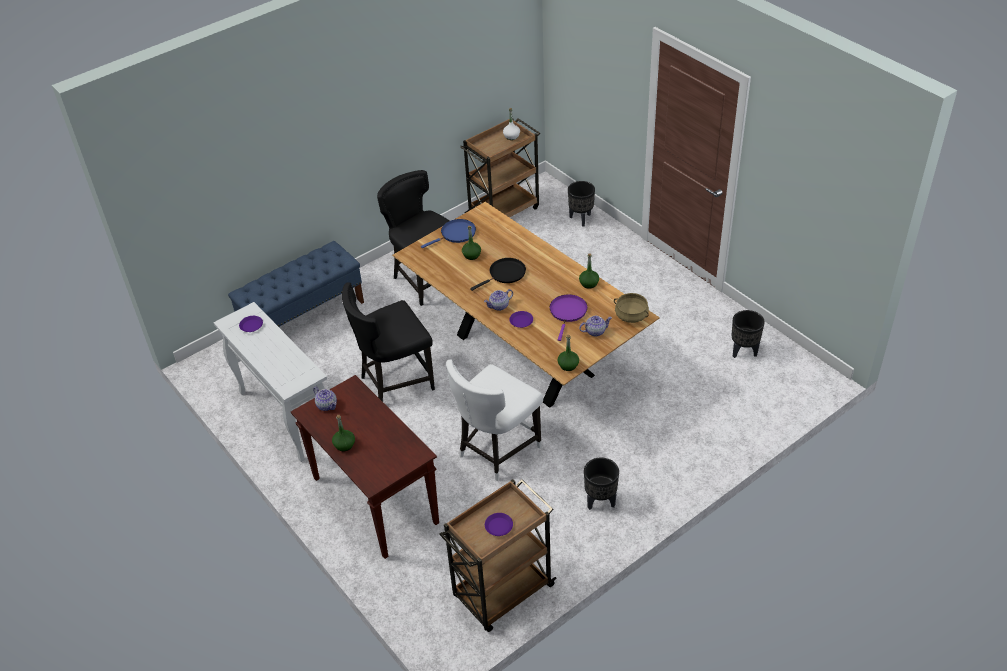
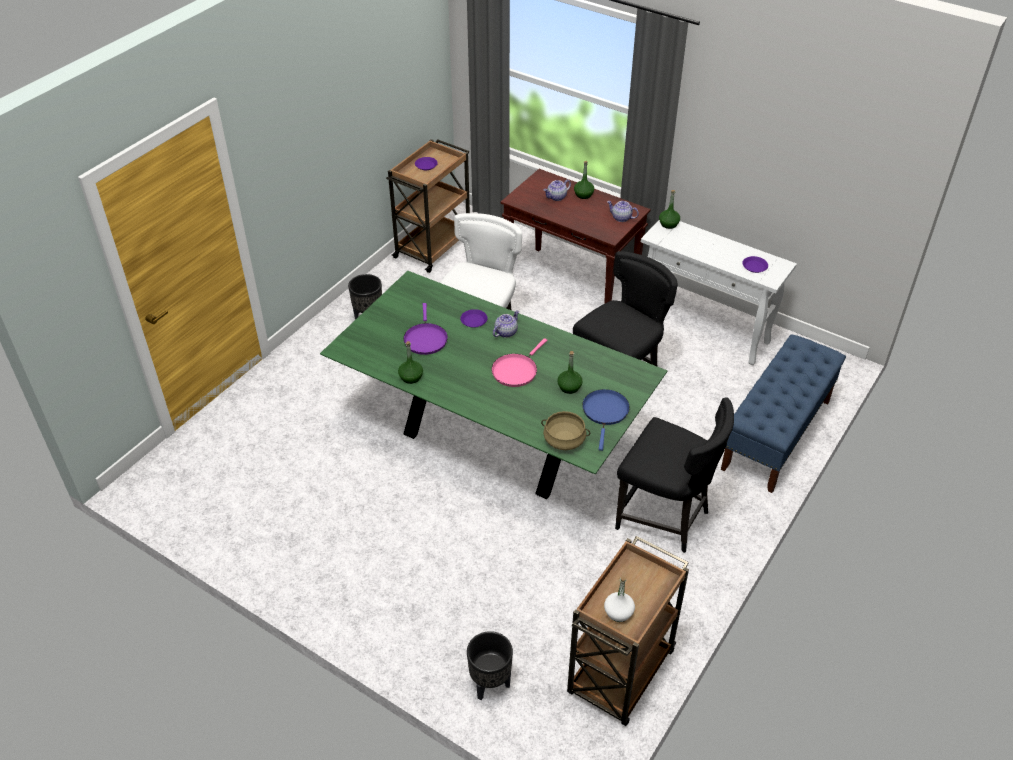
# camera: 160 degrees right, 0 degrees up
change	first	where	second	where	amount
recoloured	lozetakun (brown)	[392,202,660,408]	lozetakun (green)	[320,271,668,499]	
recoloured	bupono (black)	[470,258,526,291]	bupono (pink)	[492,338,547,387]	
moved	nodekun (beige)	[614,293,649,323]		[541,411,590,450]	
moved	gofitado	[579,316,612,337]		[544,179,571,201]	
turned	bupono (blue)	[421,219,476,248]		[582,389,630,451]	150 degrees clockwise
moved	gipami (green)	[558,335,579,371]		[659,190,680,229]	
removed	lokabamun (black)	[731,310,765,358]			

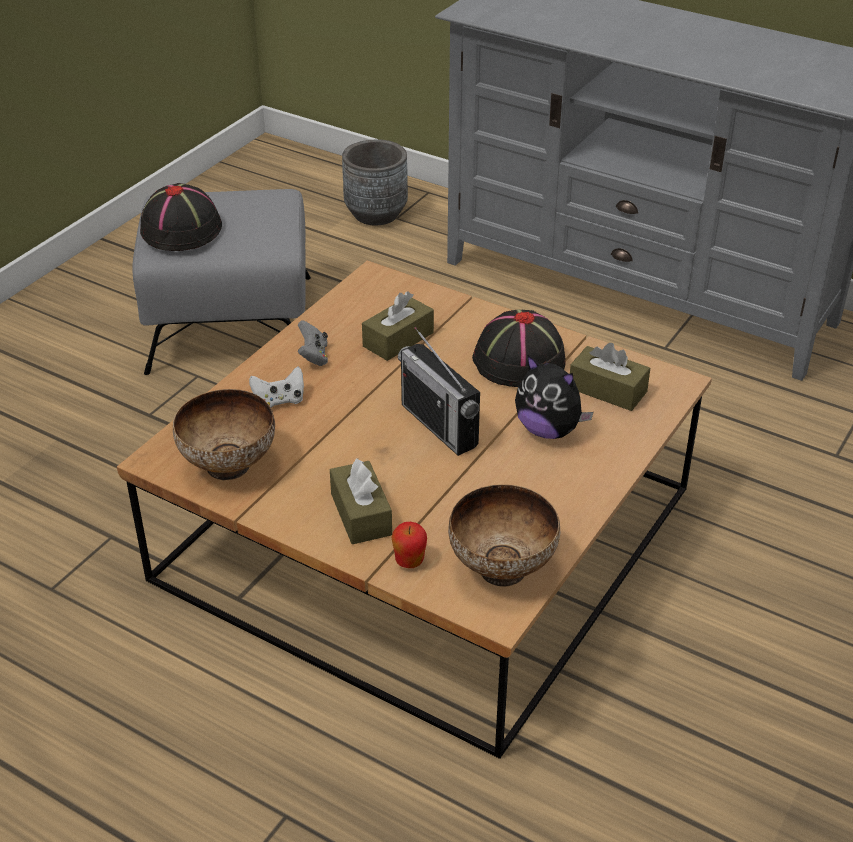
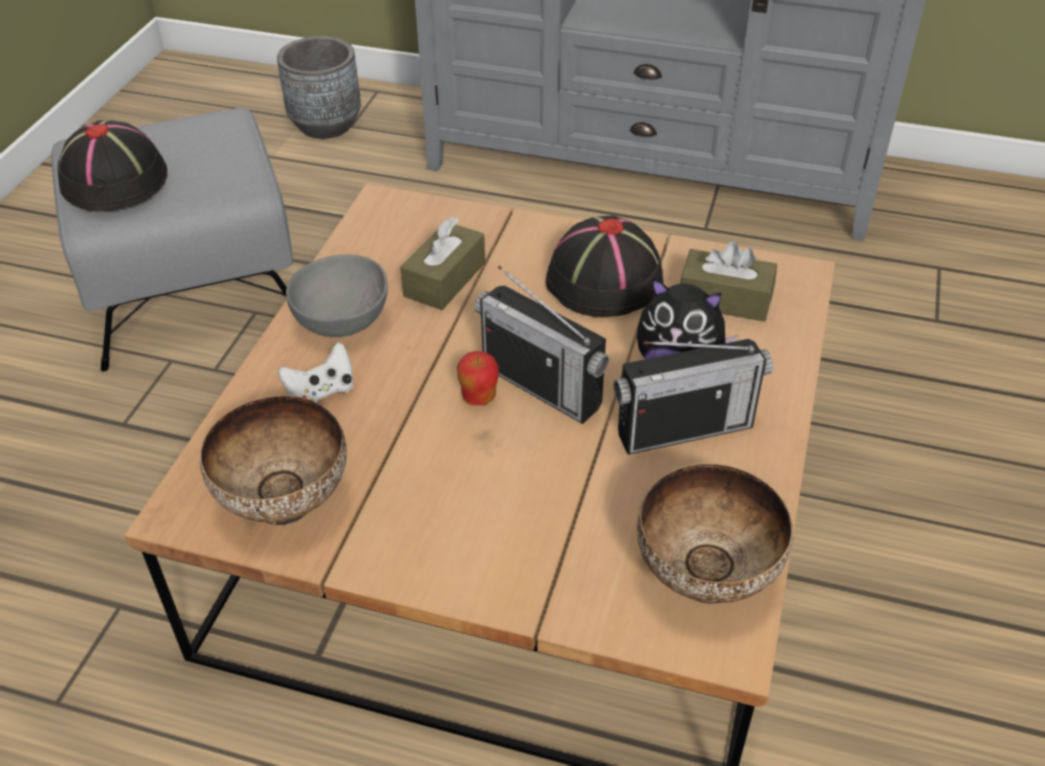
# camera: 15 degrees left, 5 degrees up
change	first	where	second	where	amount
replaced	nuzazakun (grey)	[298,321,328,366]	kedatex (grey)	[286,255,388,337]	
moved	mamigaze	[392,522,427,568]		[457,351,499,406]	
added			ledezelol	[614,339,773,455]	
removed	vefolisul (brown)	[330,458,392,544]			

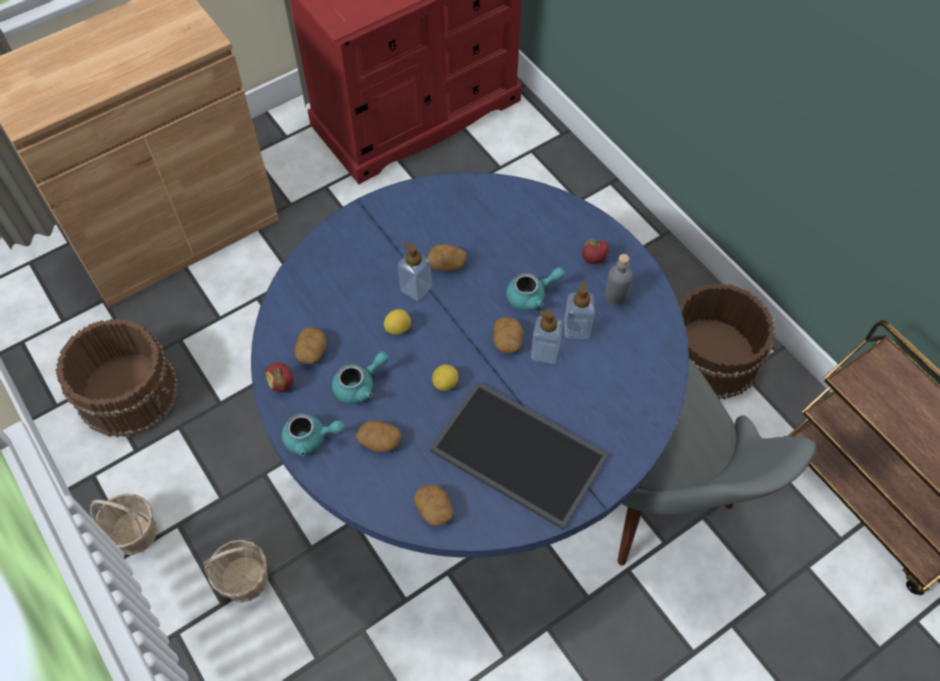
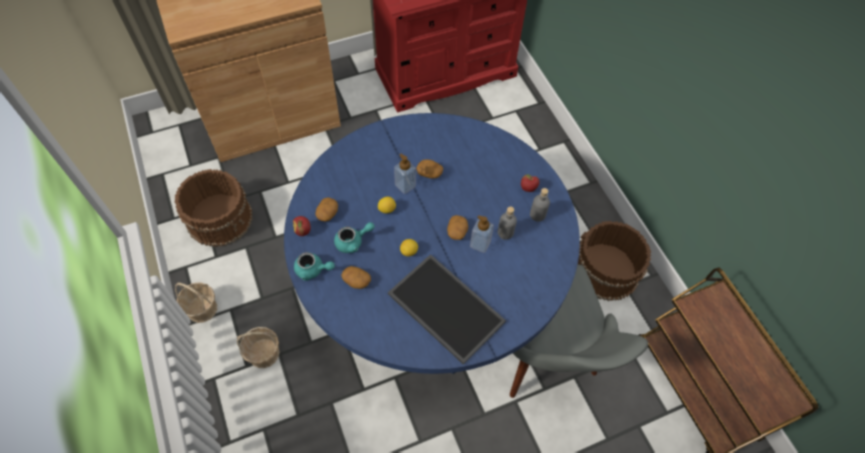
# camera: 10 degrees right, 0 degrees up
change	first	where	second	where	amount
replaced	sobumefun	[564,281,595,339]	gipami (grey)	[498,206,517,240]	
removed	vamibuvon	[414,485,453,526]			
removed	gofitado (turquoise)	[506,267,565,311]			

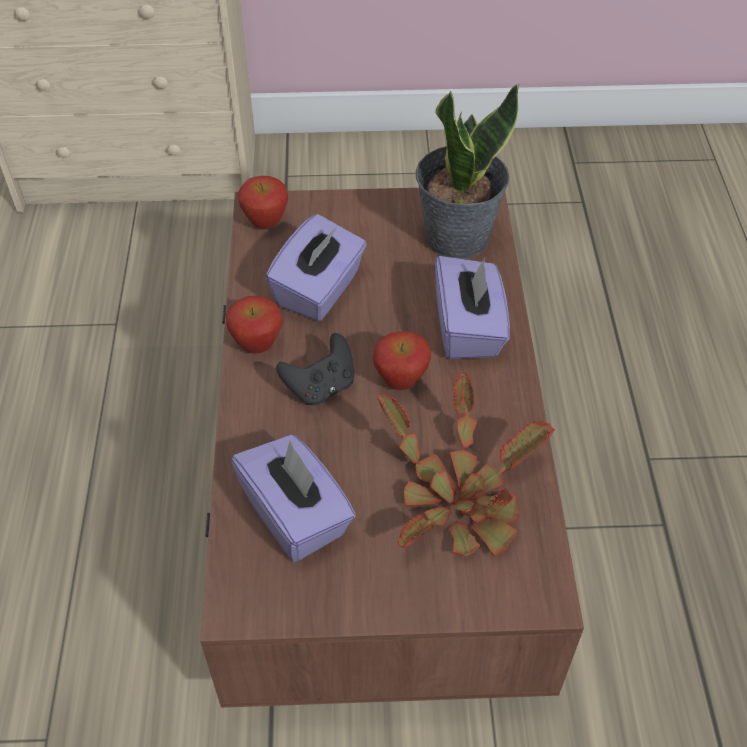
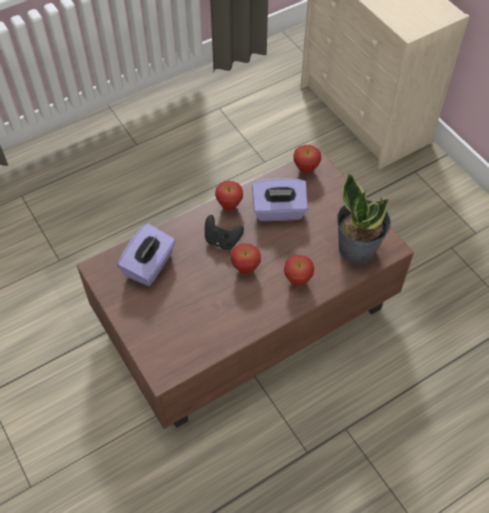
# camera: 60 degrees right, 5 degrees up
change	first	where	second	where	amount
replaced	vefolisul (purple)	[435,256,510,359]	mamigaze	[284,255,314,286]	
removed	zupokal	[377,373,555,557]			

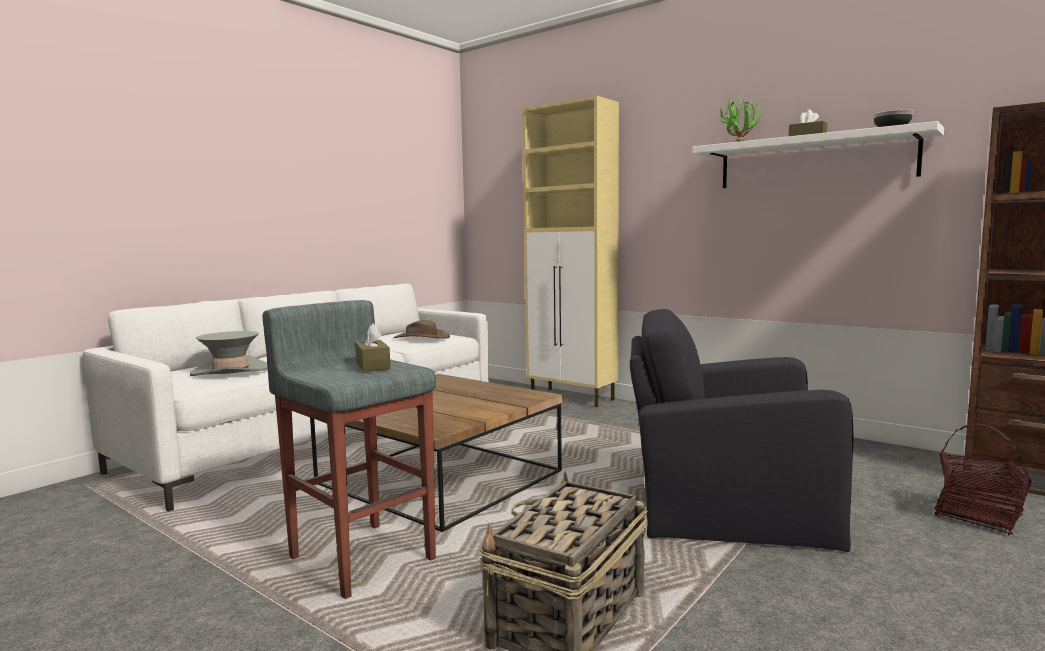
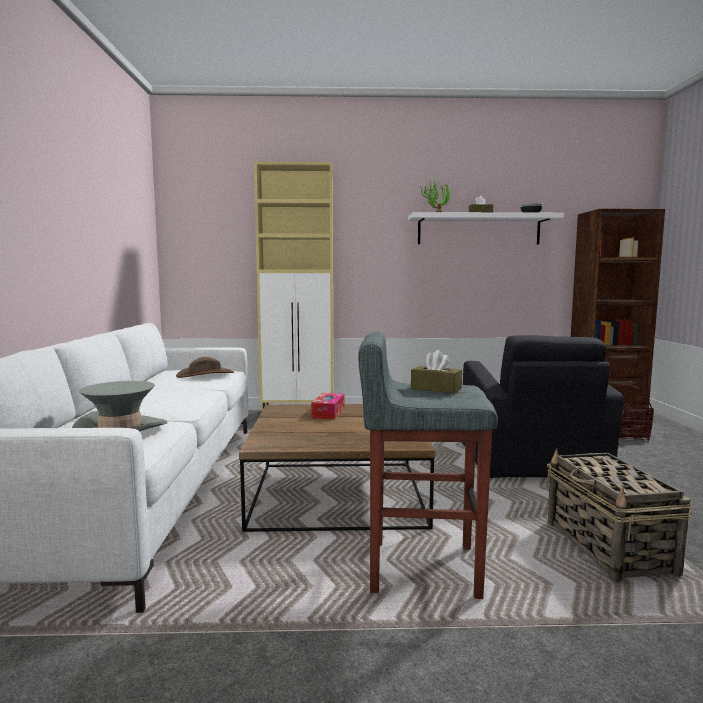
# camera: 40 degrees left, 0 degrees up
change	first	where	second	where	amount
added			vefolisul	[311,393,345,419]	
turned	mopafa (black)	[630,309,853,552]		[462,335,624,478]	60 degrees counterclockwise

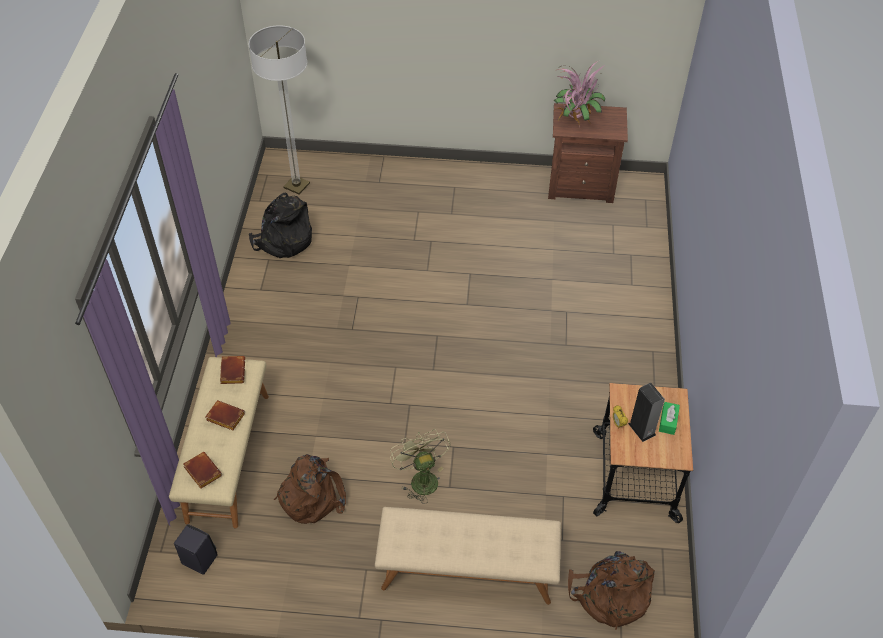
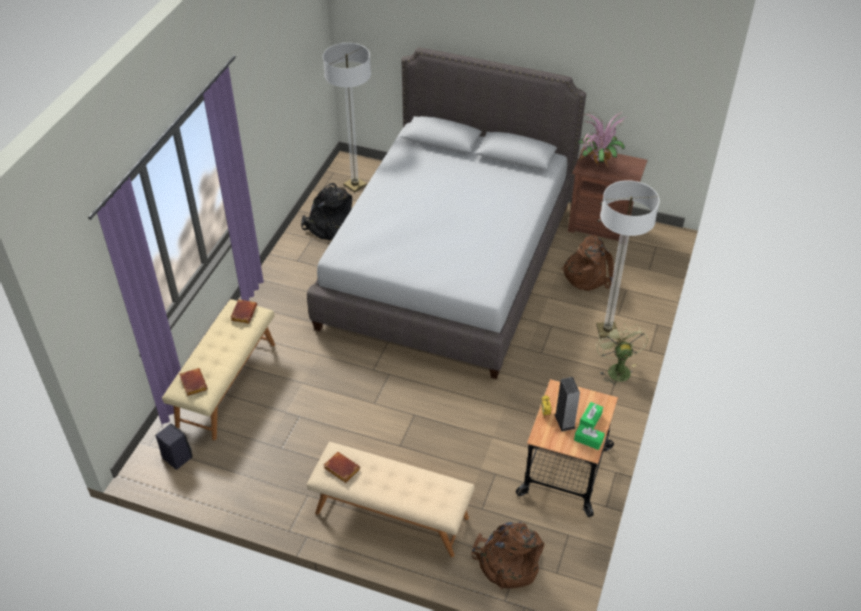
# camera: 15 degrees right, 5 degrees down
change	first	where	second	where	amount
added			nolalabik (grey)	[307,47,586,379]	
moved	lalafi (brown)	[205,400,245,430]		[324,452,360,483]	
moved	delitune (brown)	[274,454,346,524]		[560,235,614,291]	
added			vefolisul (green)	[574,424,605,450]	
added			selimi	[596,180,660,338]	
moved	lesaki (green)	[390,429,451,504]		[596,324,648,387]	

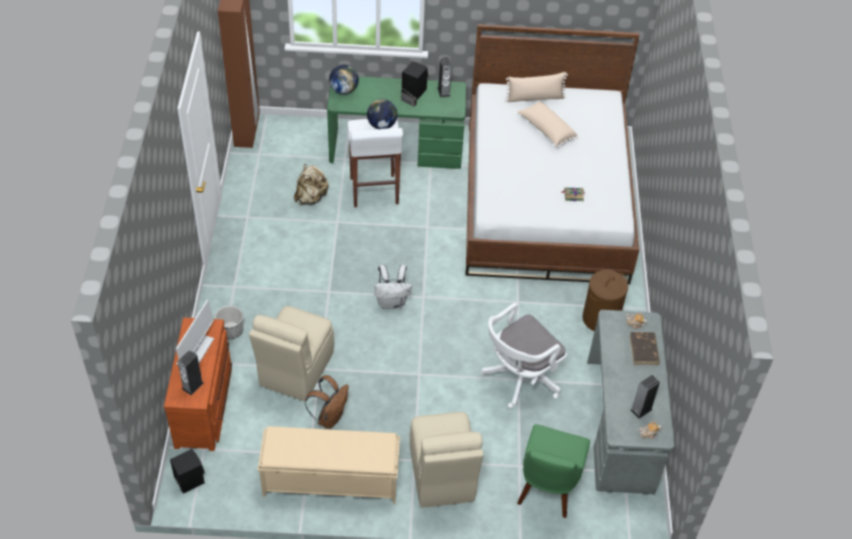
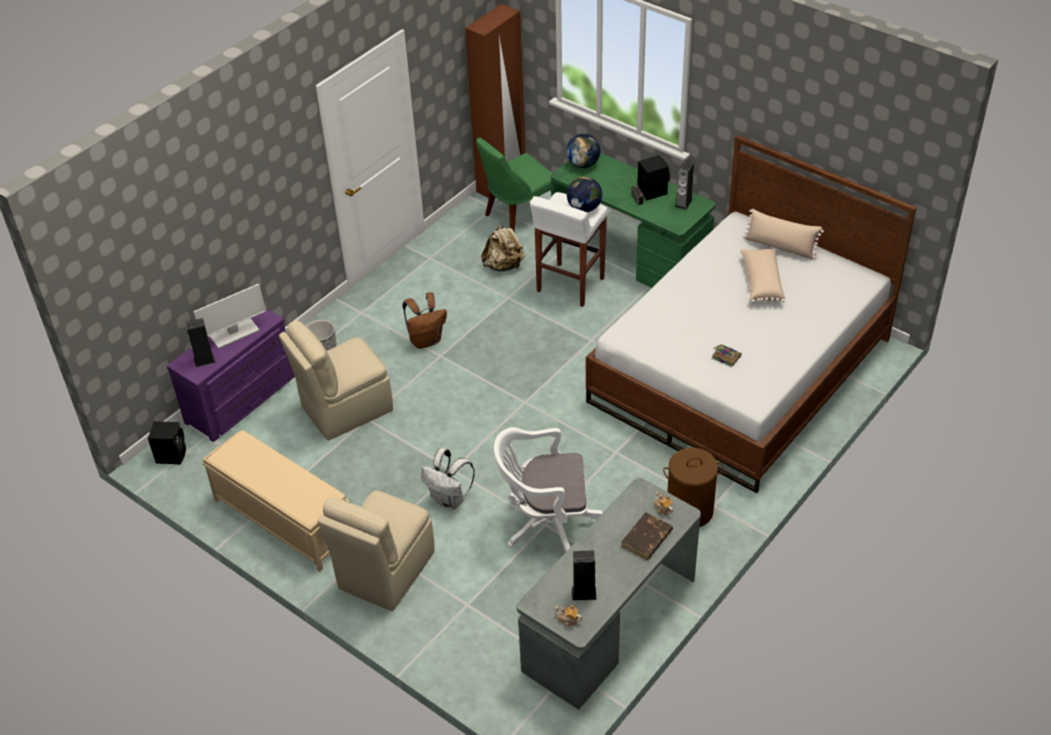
# camera: 40 degrees right, 5 degrees down
change	first	where	second	where	amount
recoloured	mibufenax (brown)	[164,317,232,451]	mibufenax (purple)	[167,308,295,442]	
moved	delitune (brown)	[305,375,349,429]		[403,292,447,349]	
moved	delitune (white)	[374,265,412,309]		[422,448,475,510]	
moved	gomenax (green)	[517,424,590,518]		[476,137,553,233]	

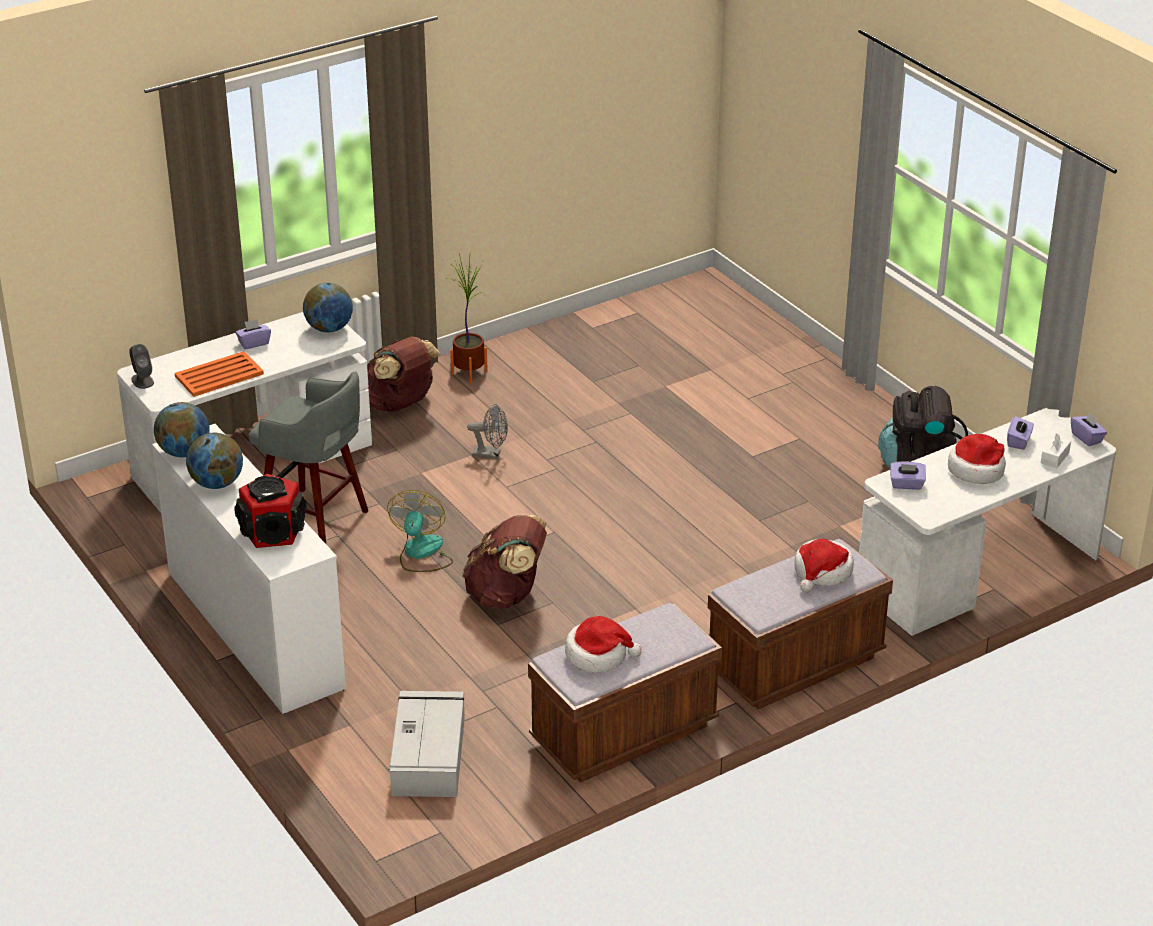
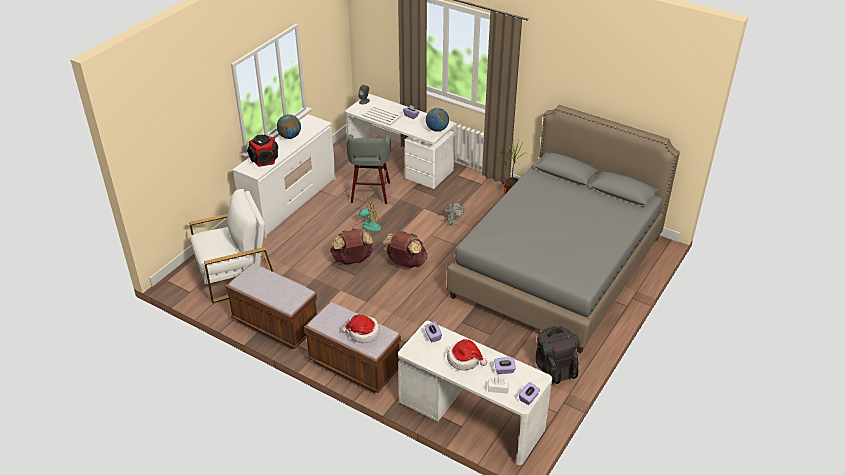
# camera: 65 degrees right, 5 degrees up
change	first	where	second	where	amount
replaced	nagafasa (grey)	[390,691,465,797]	mopafa (white)	[189,189,273,303]	
recoloured	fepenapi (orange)	[175,351,264,397]	fepenapi (white)	[362,106,401,126]	
moved	delitune (brown)	[367,337,441,412]		[383,231,428,268]	
added			nolalabik (grey)	[447,105,680,353]	
removed	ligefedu	[154,402,210,457]			
removed	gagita	[565,616,642,673]			

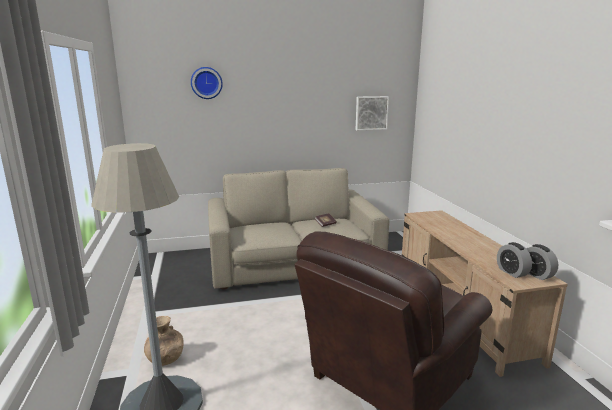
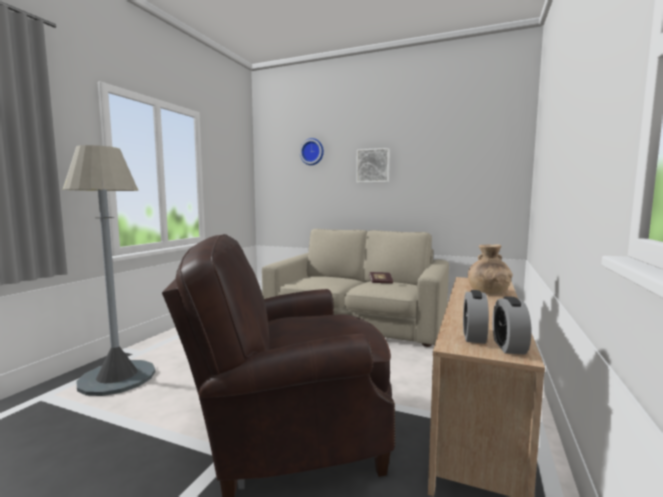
# camera: 35 degrees right, 10 degrees down
change	first	where	second	where	amount
moved	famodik	[356,96,389,130]		[356,148,390,183]	
moved	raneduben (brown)	[144,316,184,366]		[468,244,513,294]	

